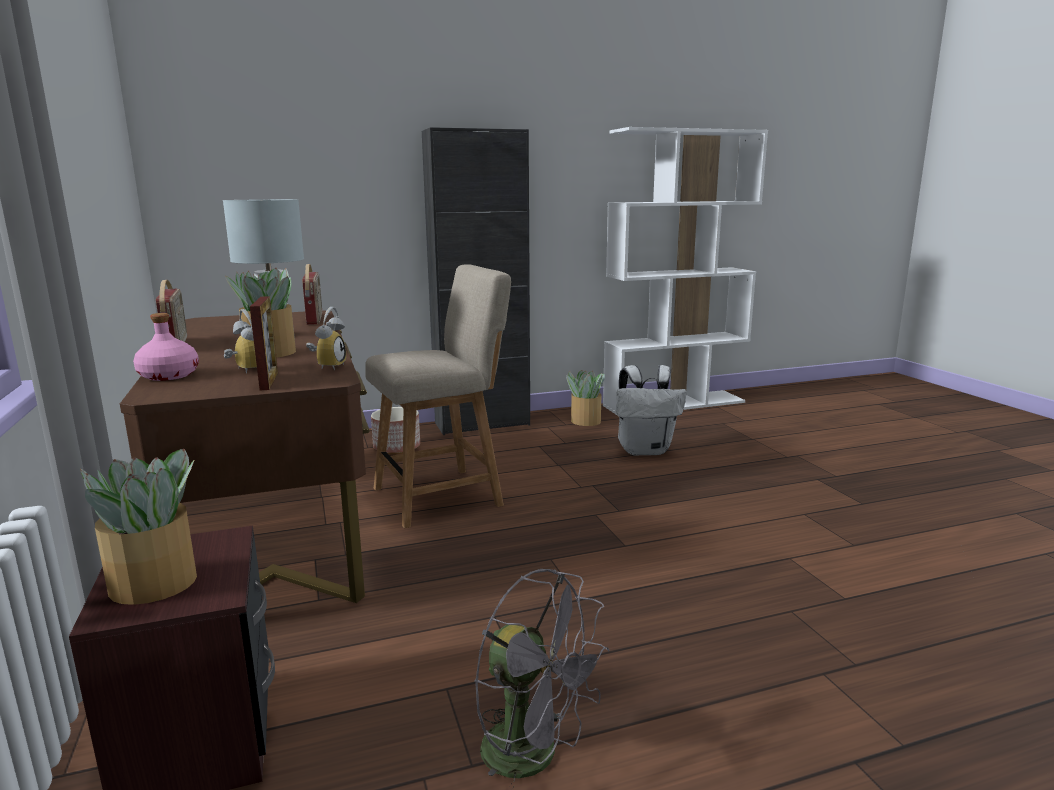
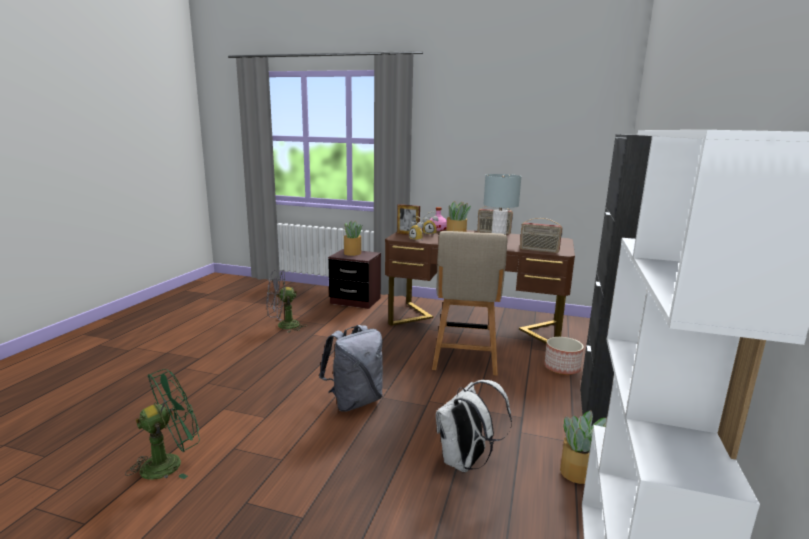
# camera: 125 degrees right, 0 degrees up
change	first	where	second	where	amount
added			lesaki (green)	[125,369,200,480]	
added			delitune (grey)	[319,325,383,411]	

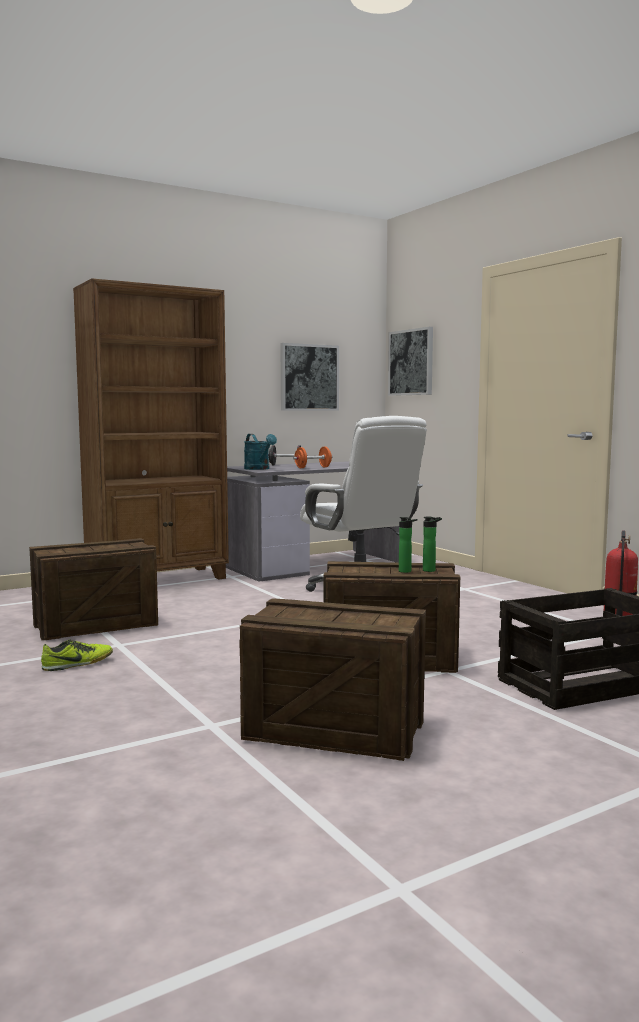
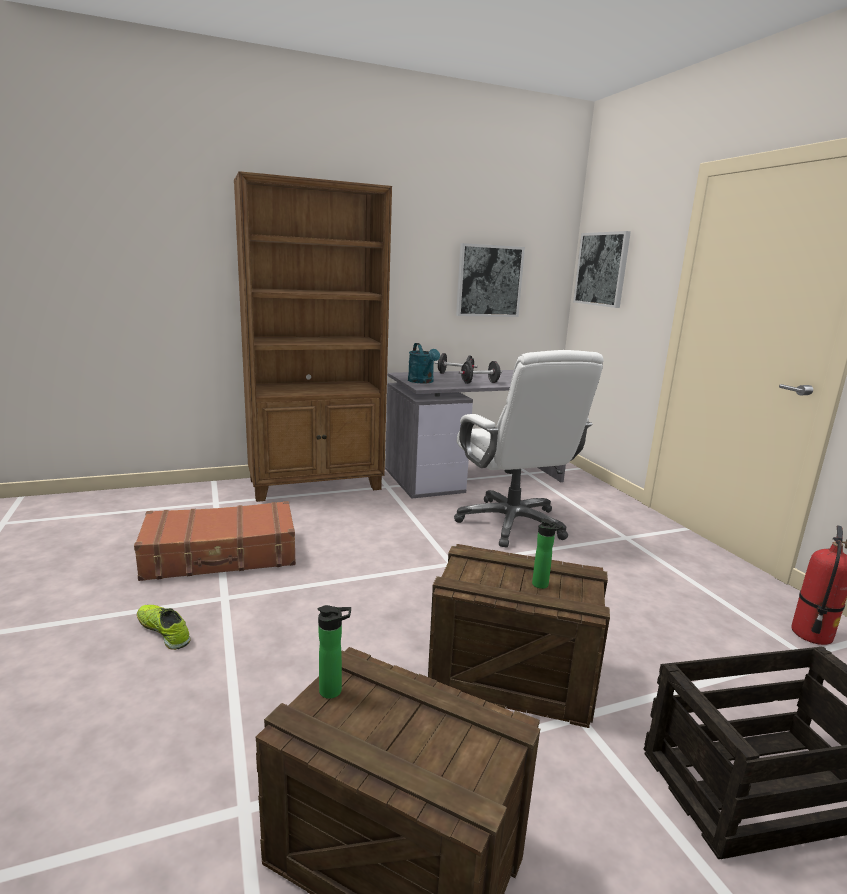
# camera: 10 degrees right, 10 degrees up
change	first	where	second	where	amount
replaced	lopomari	[29,538,158,640]	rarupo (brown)	[134,501,296,581]	
turned	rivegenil	[41,639,113,671]		[137,605,191,650]	120 degrees counterclockwise
moved	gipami	[423,517,442,572]		[318,605,351,699]	
recoloured	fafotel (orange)	[293,447,333,468]	fafotel (black)	[459,361,502,384]	

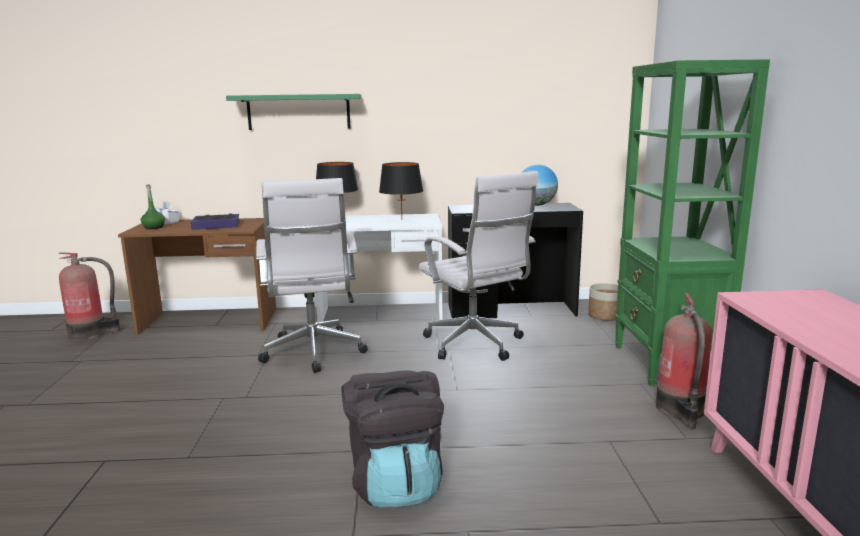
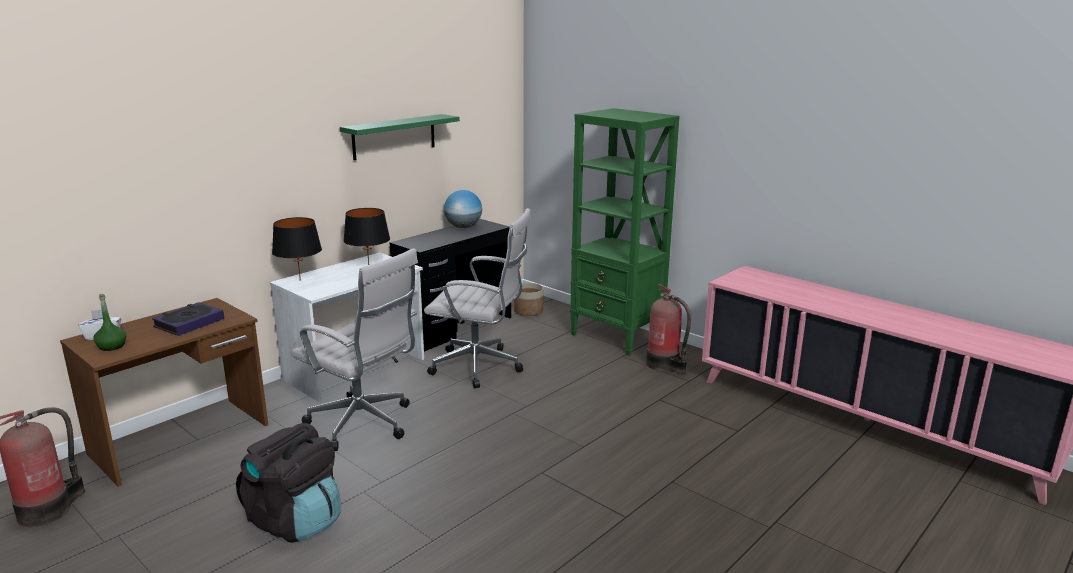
# camera: 45 degrees left, 5 degrees up
change	first	where	second	where	amount
moved	delitune (black)	[342,370,444,507]		[236,423,341,543]	
moved	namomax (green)	[226,94,362,130]		[340,114,460,160]	

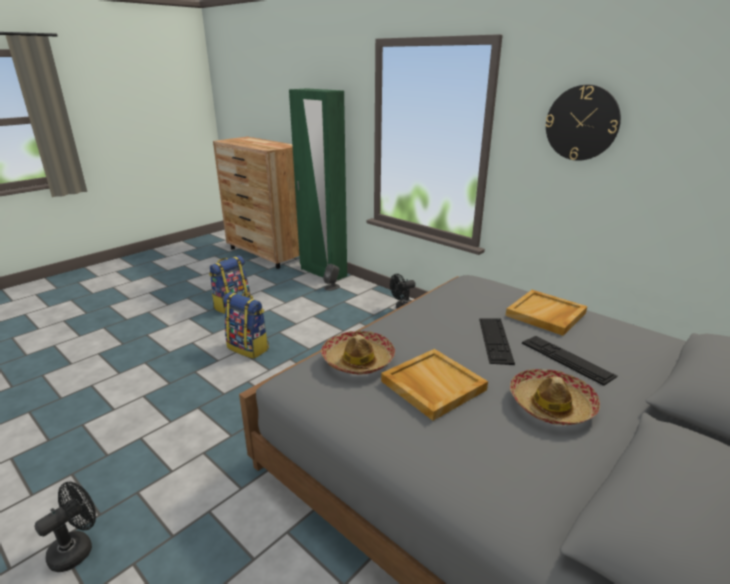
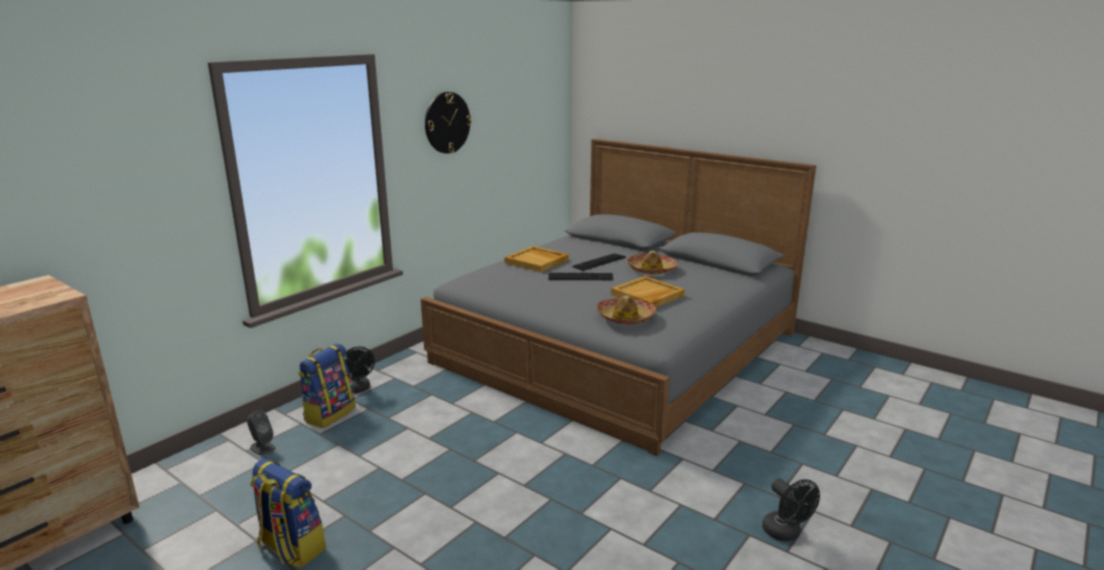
# camera: 95 degrees left, 5 degrees down
change	first	where	second	where	amount
moved	delitune	[223,292,269,359]		[298,343,355,428]	
turned	lesaki (black)	[34,482,96,572]		[762,478,820,541]	150 degrees counterclockwise
removed	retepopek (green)	[289,88,347,281]			

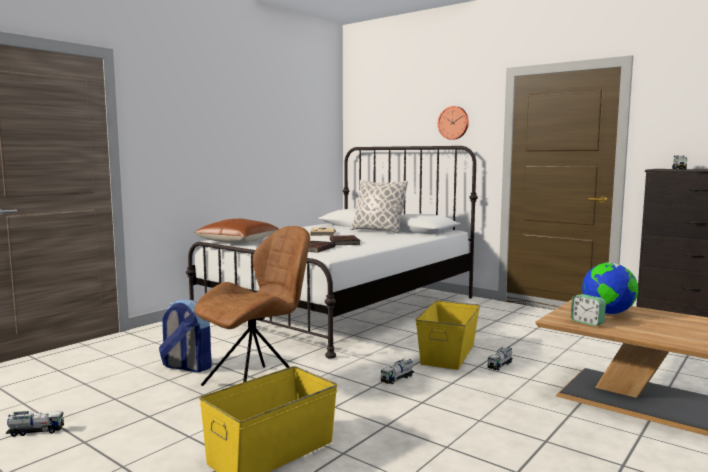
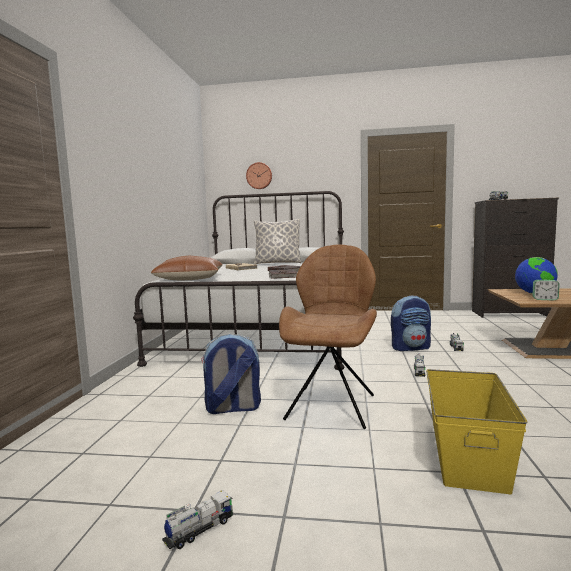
# camera: 30 degrees left, 0 degrees up
change	first	where	second	where	amount
moved	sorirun	[438,106,469,140]		[246,162,272,189]	
replaced	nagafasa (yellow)	[415,300,480,370]	delitune	[391,296,431,351]	

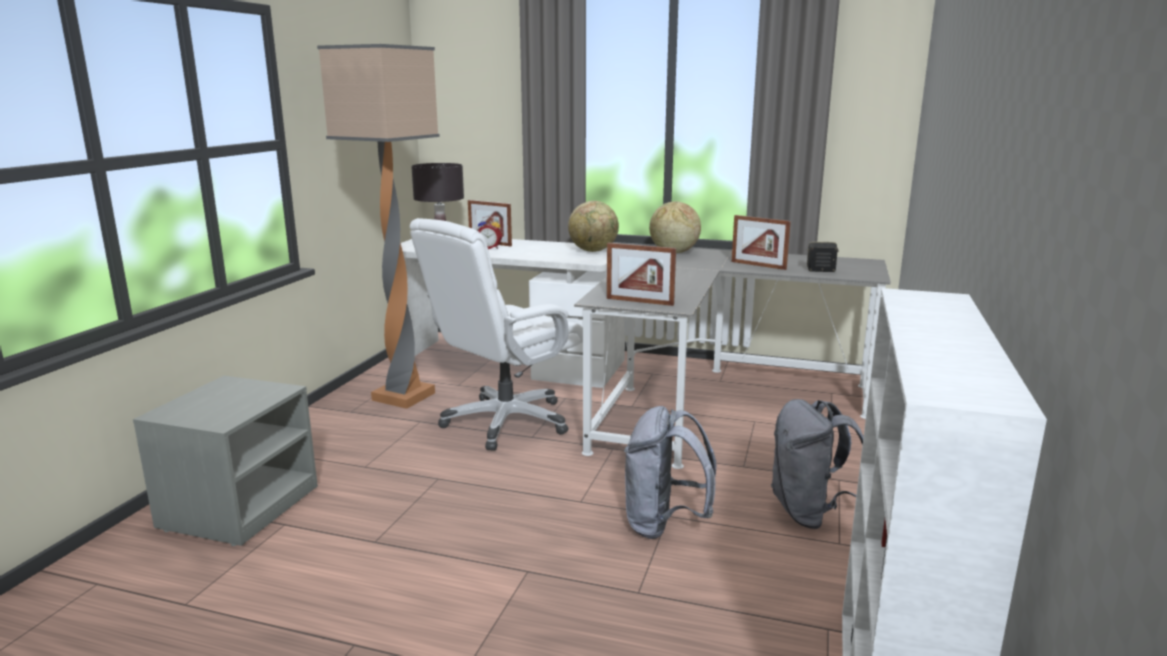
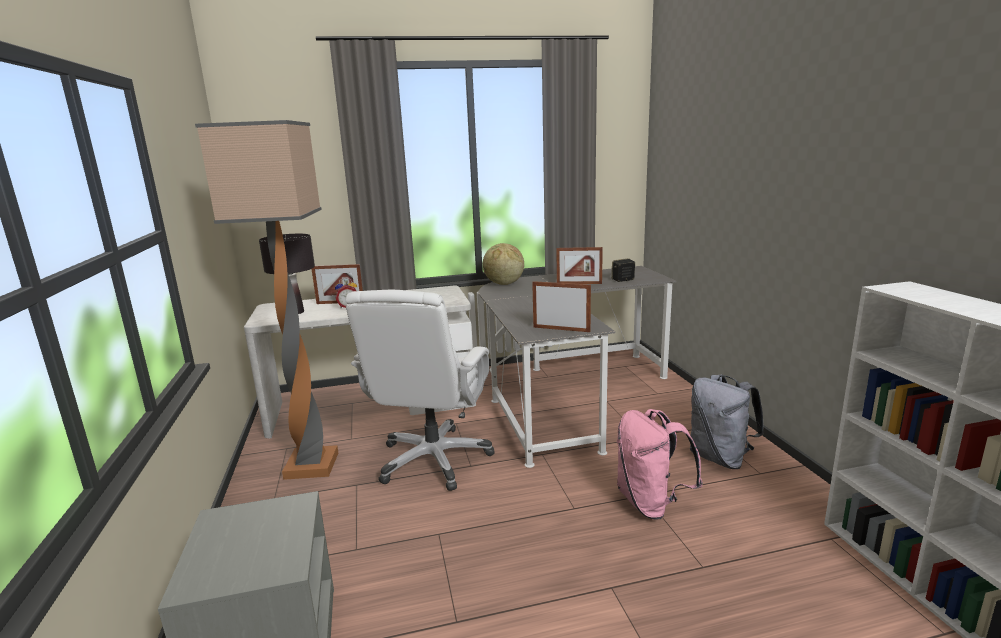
# camera: 30 degrees left, 0 degrees up
change	first	where	second	where	amount
turned	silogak	[607,243,676,306]		[532,281,591,332]	150 degrees counterclockwise
recoloured	delitune (grey)	[624,406,716,539]	delitune (pink)	[617,409,703,519]	
removed	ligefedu	[568,201,619,252]			

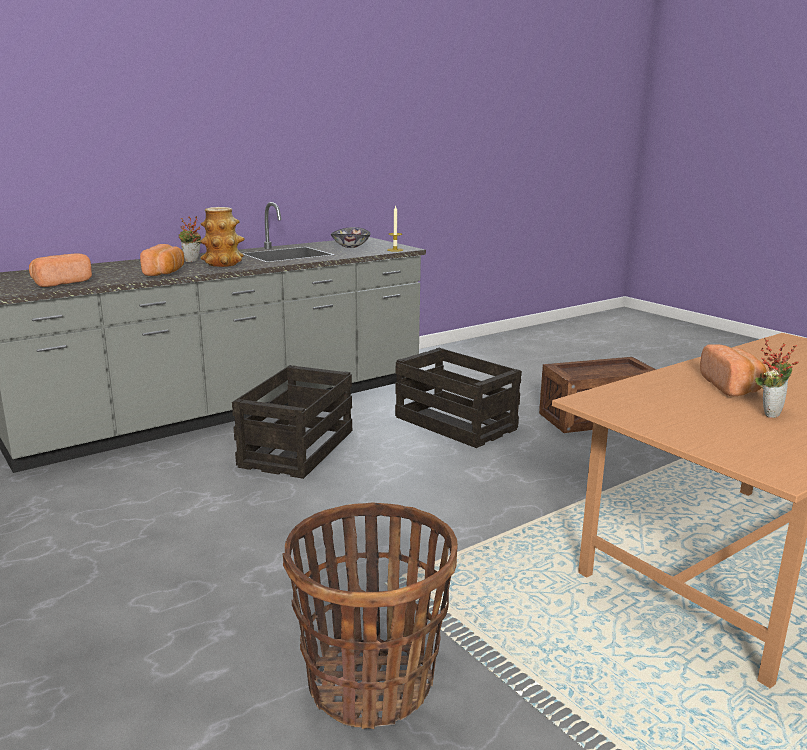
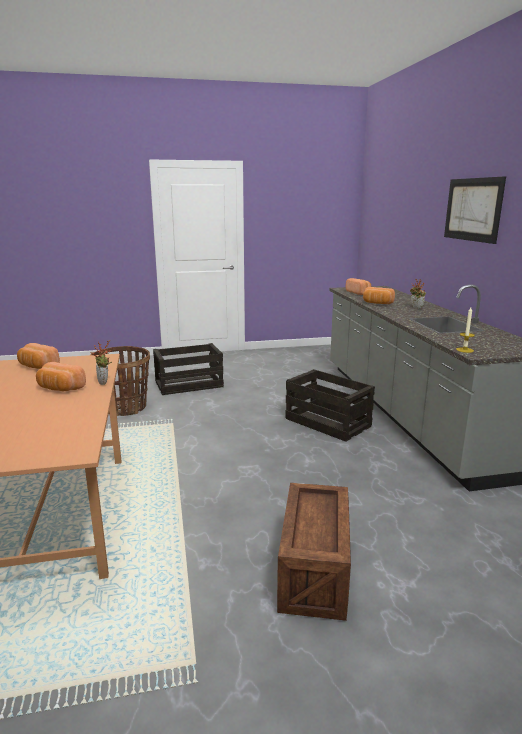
# camera: 115 degrees right, 0 degrees up
change	first	where	second	where	amount
added			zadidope	[17,343,60,369]	
moved	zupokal	[755,337,799,418]		[91,340,113,385]	
moved	lopomari	[395,347,522,448]		[153,343,224,395]	
added			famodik	[444,176,506,244]	
removed	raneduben	[200,207,245,267]			
removed	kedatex	[331,227,371,248]			

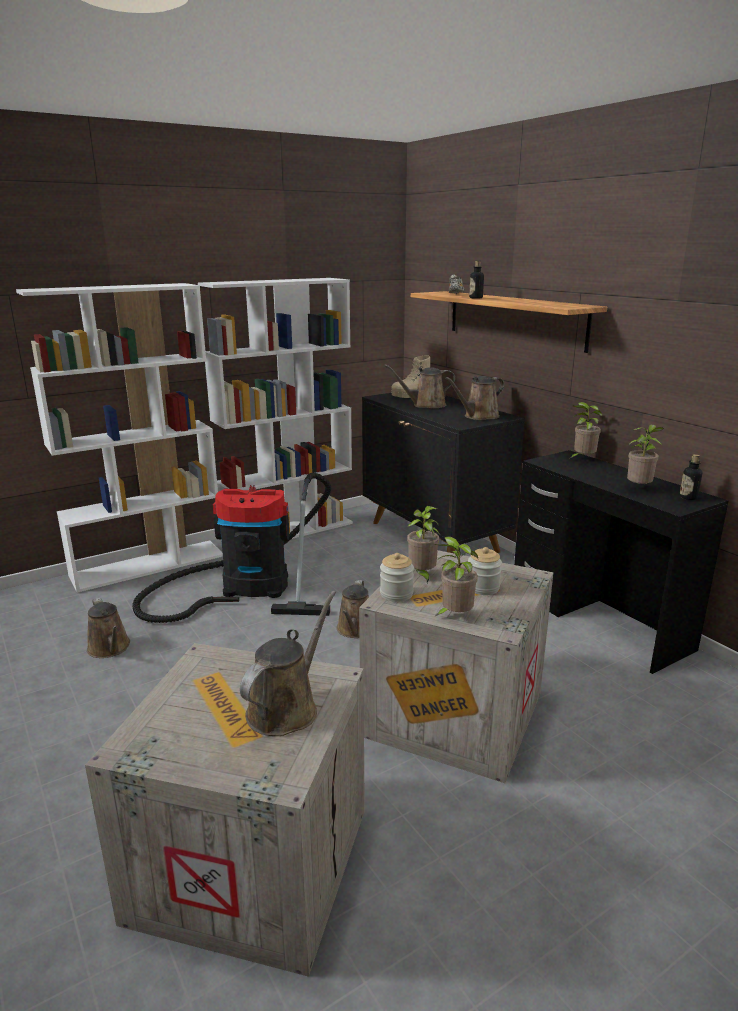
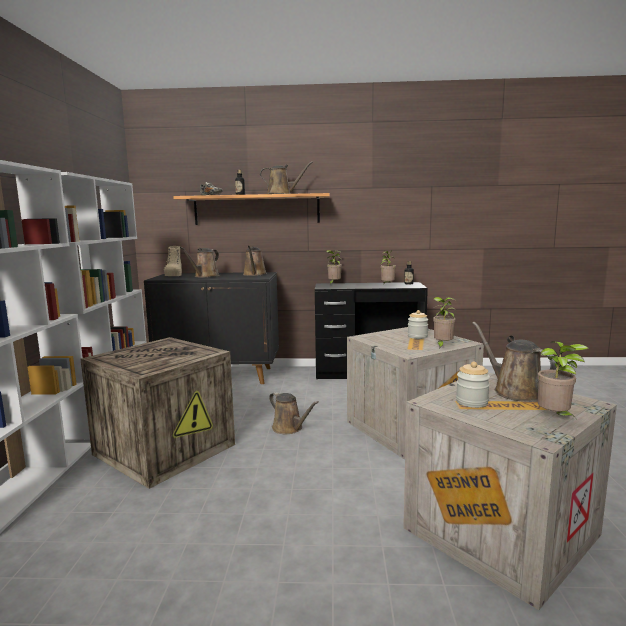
# camera: 55 degrees left, 10 degrees down
change	first	where	second	where	amount
replaced	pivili	[132,473,331,623]	lopomari	[81,337,235,489]	
moved	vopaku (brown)	[87,598,130,658]		[260,161,313,194]	
moved	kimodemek	[380,553,414,602]		[456,362,490,408]	
moved	zupokal	[407,506,441,583]		[537,341,589,421]	

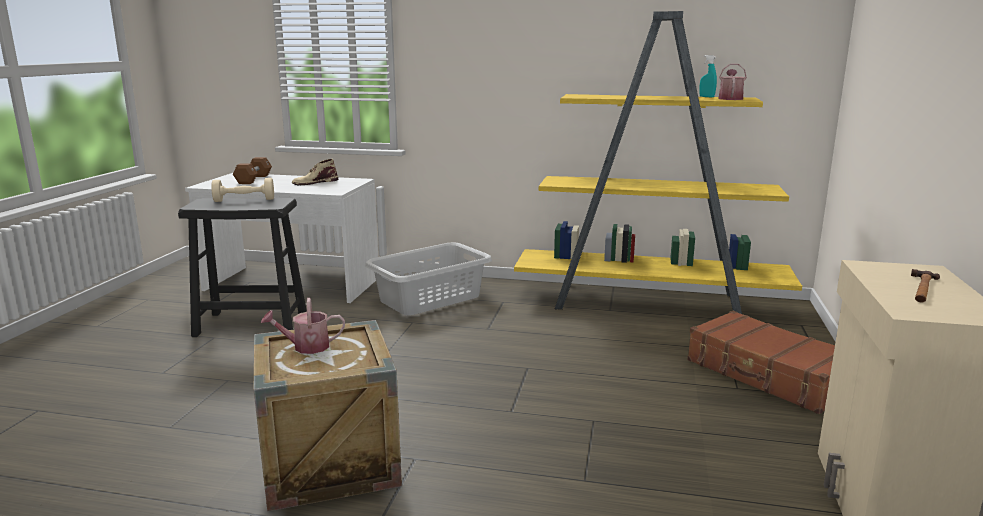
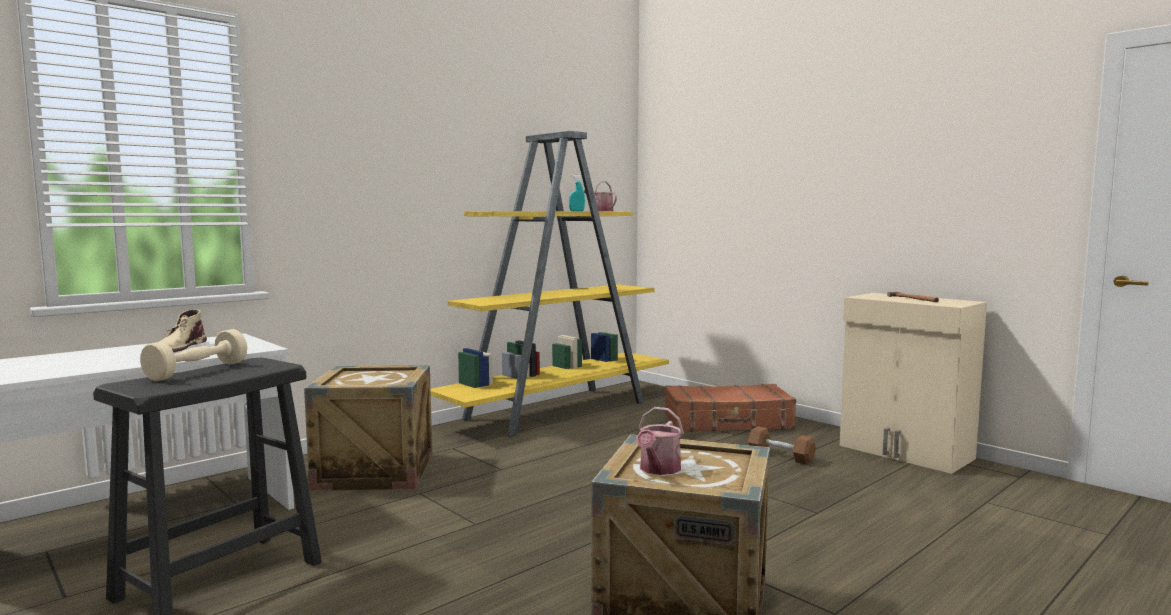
# camera: 55 degrees left, 10 degrees down
change	first	where	second	where	amount
replaced	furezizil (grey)	[365,243,492,315]	lopomari	[304,365,432,491]	
moved	fafotel (brown)	[233,157,272,184]		[748,426,816,464]	

